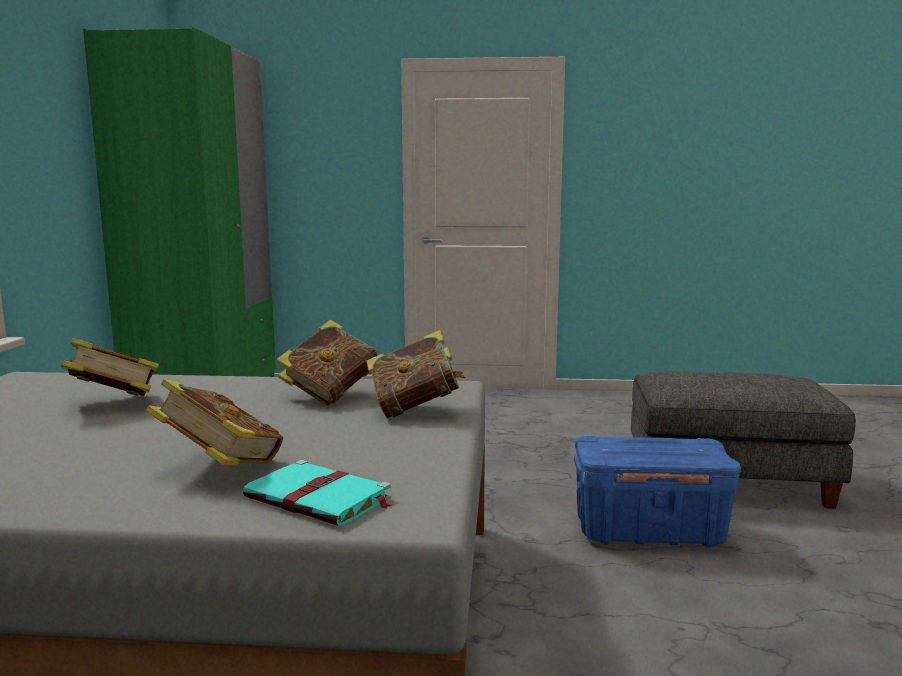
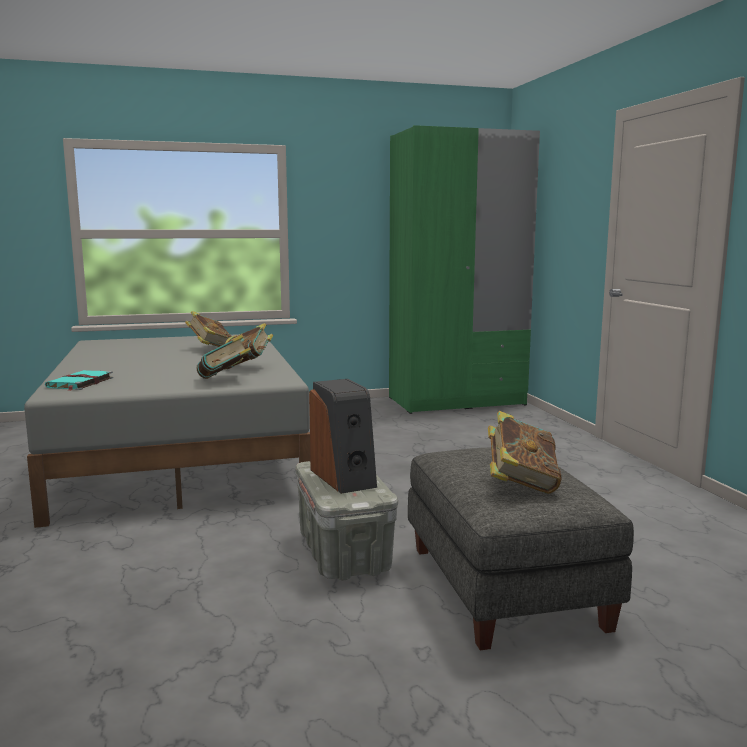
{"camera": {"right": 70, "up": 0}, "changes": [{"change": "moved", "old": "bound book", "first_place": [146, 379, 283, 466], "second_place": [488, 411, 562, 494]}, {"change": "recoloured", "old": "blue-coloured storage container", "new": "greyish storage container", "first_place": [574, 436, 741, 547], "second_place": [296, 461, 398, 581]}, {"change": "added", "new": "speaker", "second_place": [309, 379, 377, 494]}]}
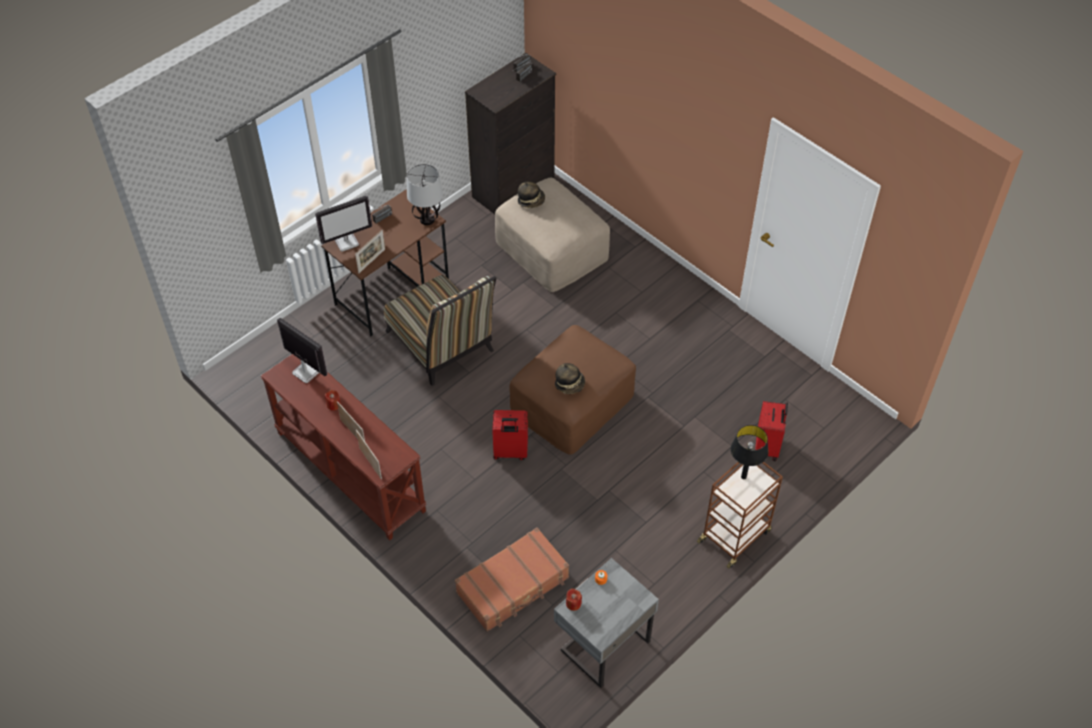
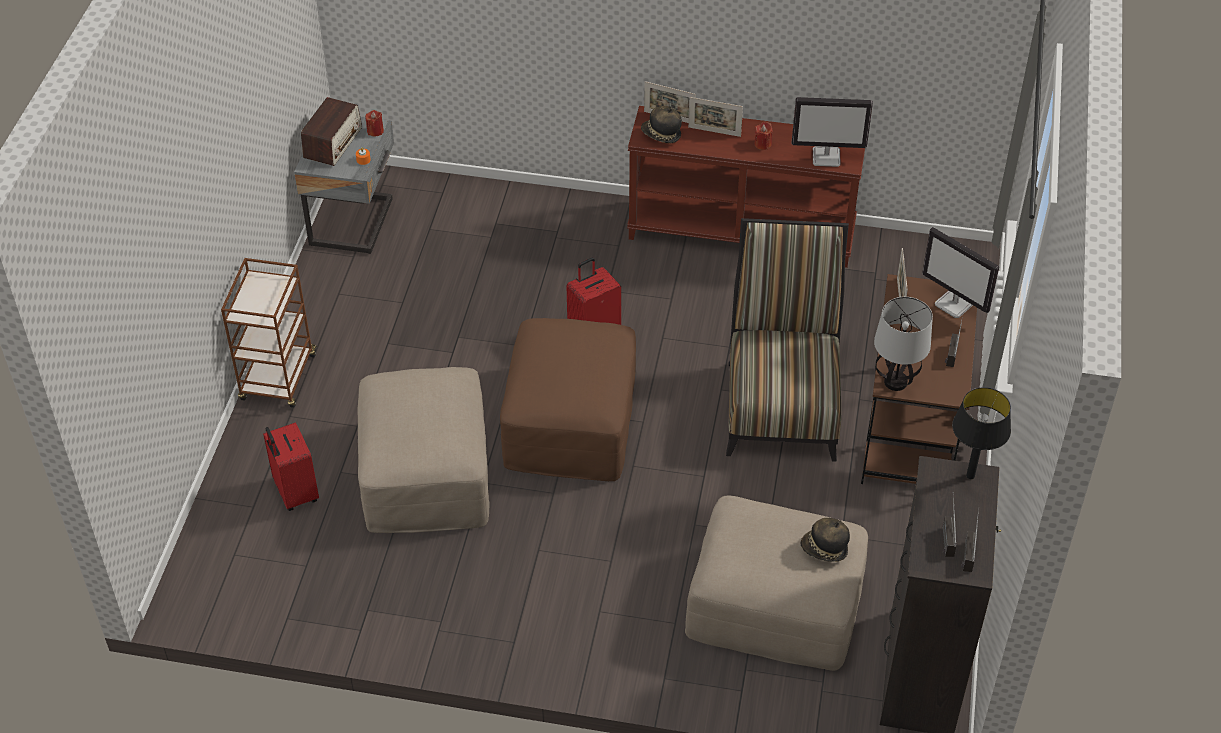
{"camera": {"right": 145, "up": -5}, "changes": [{"change": "turned", "old": "monitor", "first_place": [315, 196, 372, 252], "second_place": [922, 227, 999, 318], "degrees": -75}, {"change": "turned", "old": "plain chair", "first_place": [384, 275, 497, 386], "second_place": [726, 218, 849, 462], "degrees": 75}, {"change": "moved", "old": "hat", "first_place": [555, 363, 585, 394], "second_place": [641, 106, 682, 143]}, {"change": "moved", "old": "blackish lamp for a table", "first_place": [731, 425, 769, 479], "second_place": [952, 387, 1011, 479]}, {"change": "removed", "old": "brownish suitcase", "first_place": [455, 527, 569, 632]}, {"change": "added", "new": "radio", "second_place": [301, 97, 362, 166]}, {"change": "added", "new": "sand-coloured ottoman", "second_place": [357, 367, 489, 533]}]}
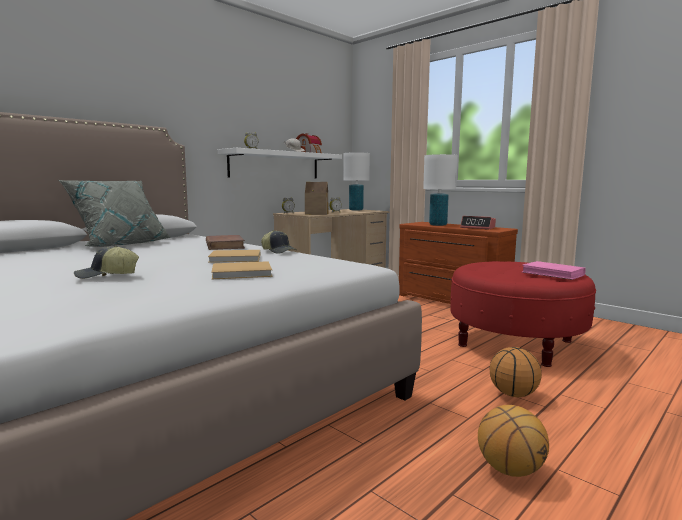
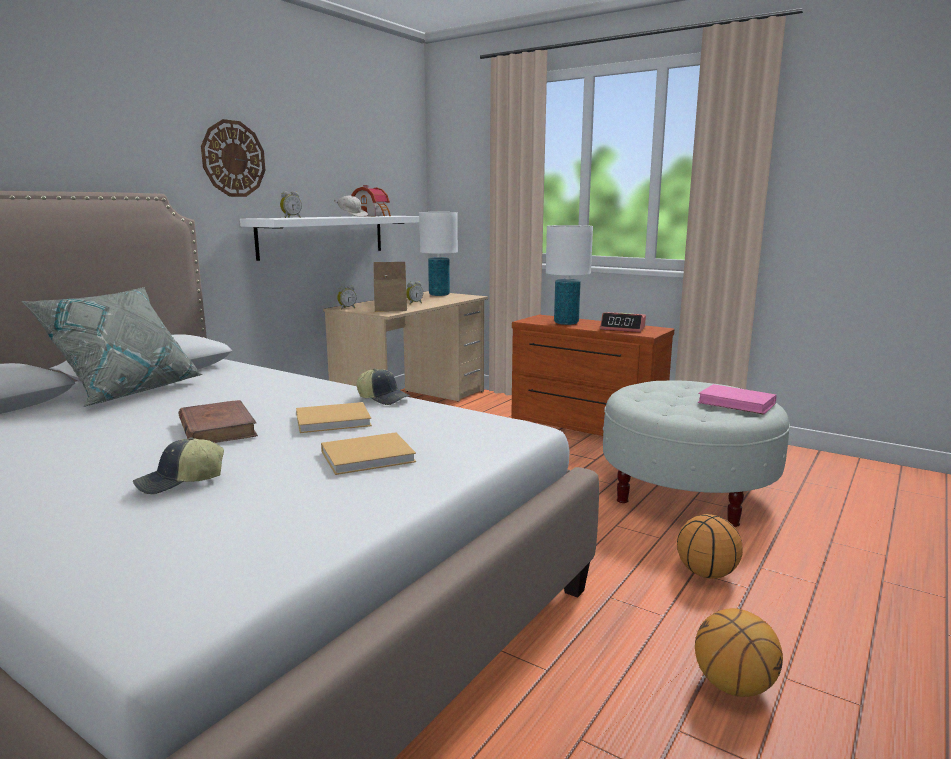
{"camera": {"right": -10, "up": 5}, "changes": [{"change": "moved", "old": "brownish bound book", "first_place": [206, 235, 245, 250], "second_place": [179, 400, 258, 443]}, {"change": "recoloured", "old": "red ottoman", "new": "white-coloured ottoman", "first_place": [450, 261, 596, 367], "second_place": [603, 381, 790, 527]}, {"change": "added", "new": "wall clock", "second_place": [201, 119, 265, 197]}]}
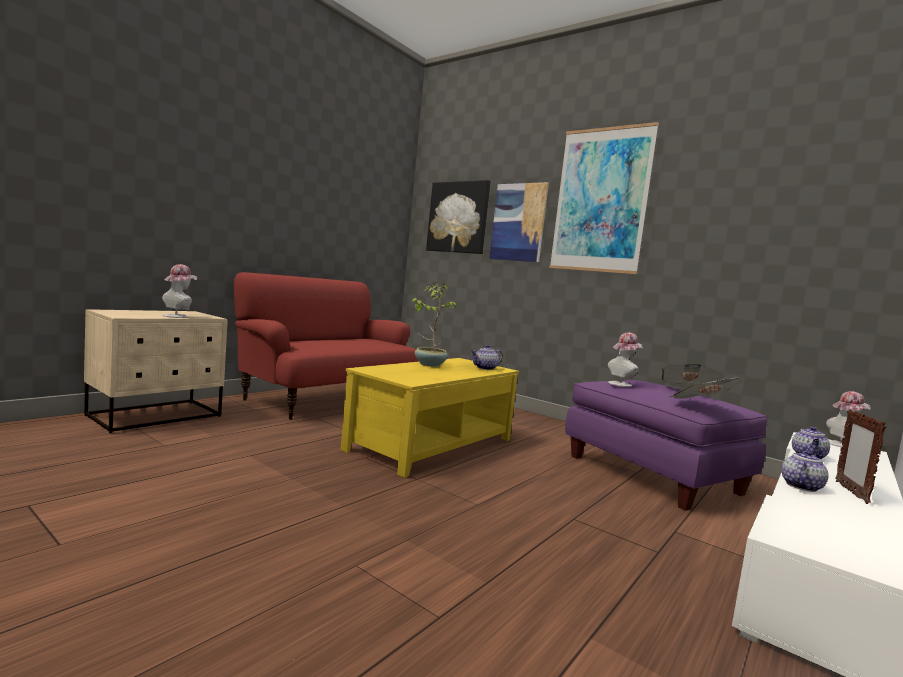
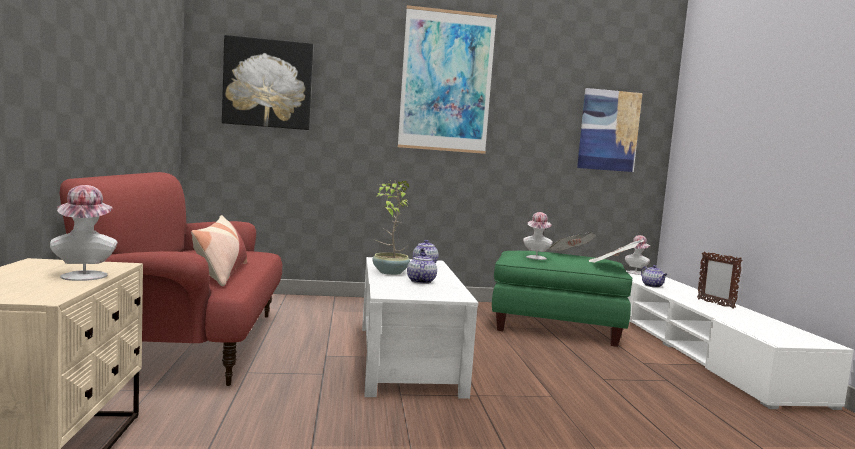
{"camera": {"right": -45, "up": 0}, "changes": [{"change": "moved", "old": "wall art", "first_place": [489, 182, 549, 262], "second_place": [577, 88, 642, 172]}, {"change": "recoloured", "old": "yellowish low table", "new": "white-coloured low table", "first_place": [341, 358, 519, 478], "second_place": [362, 257, 478, 399]}, {"change": "recoloured", "old": "purple ottoman", "new": "greenish ottoman", "first_place": [565, 380, 767, 511], "second_place": [492, 251, 632, 347]}, {"change": "moved", "old": "tea pot", "first_place": [781, 450, 829, 492], "second_place": [407, 253, 437, 284]}, {"change": "added", "new": "pillow", "second_place": [191, 215, 247, 286]}]}
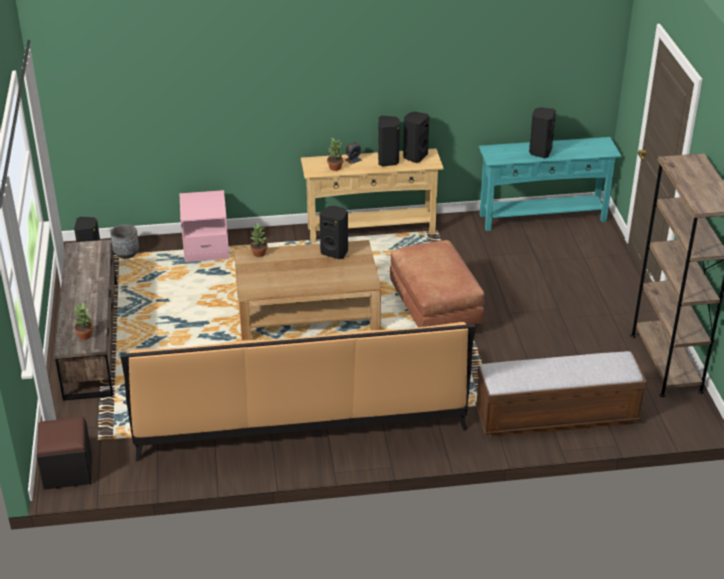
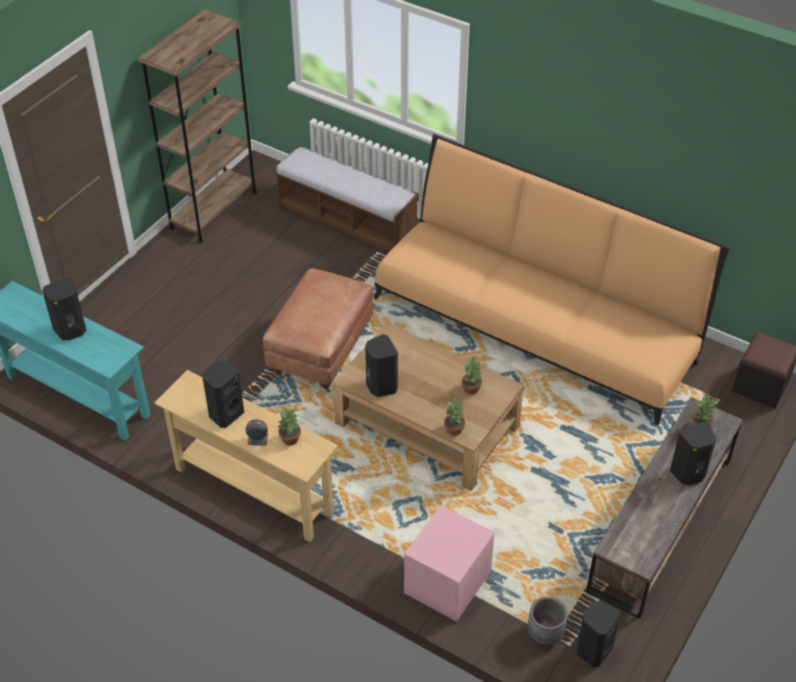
{"camera": {"right": -140, "up": 10}, "changes": [{"change": "moved", "old": "blackish speaker", "first_place": [403, 111, 429, 163], "second_place": [670, 422, 716, 485]}, {"change": "added", "new": "houseplant", "second_place": [461, 357, 483, 395]}]}
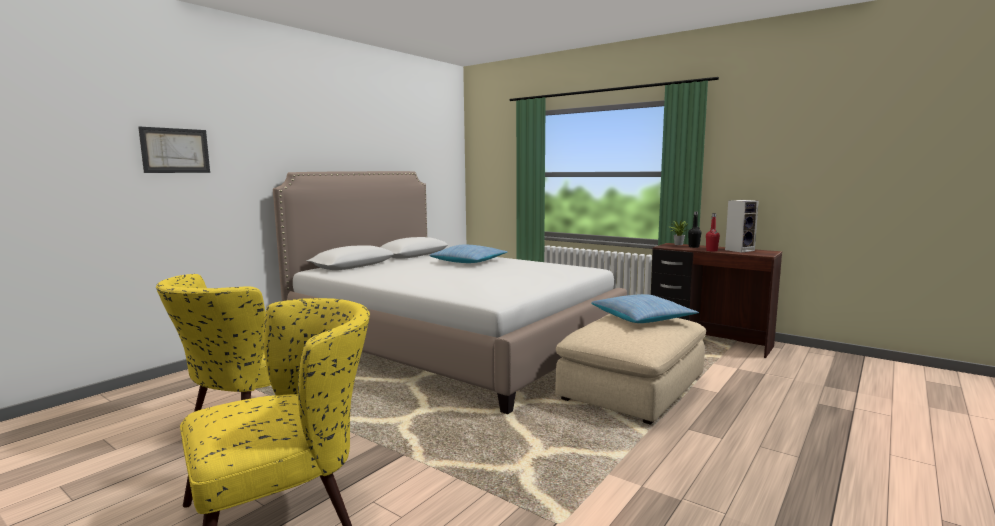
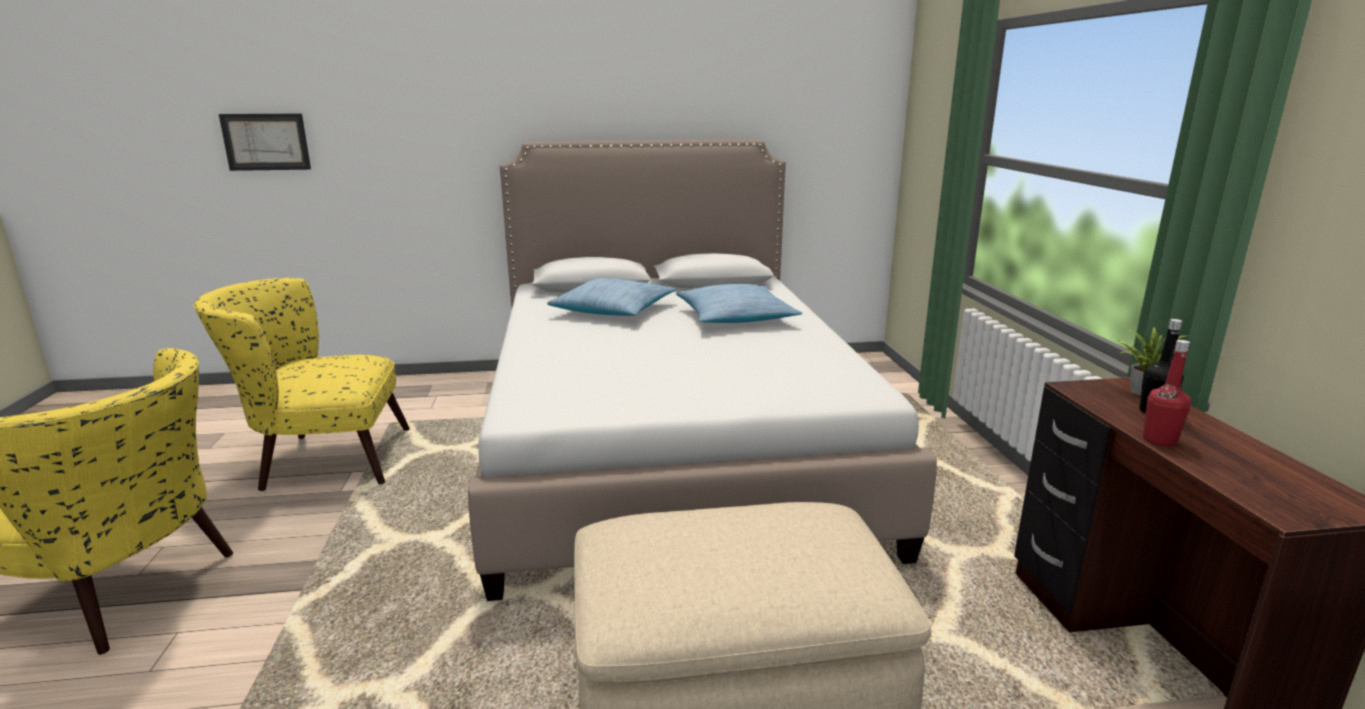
{"camera": {"right": 45, "up": 10}, "changes": [{"change": "moved", "old": "wall art", "first_place": [138, 127, 210, 173], "second_place": [219, 114, 311, 171]}, {"change": "removed", "old": "speaker", "first_place": [725, 200, 759, 253]}, {"change": "moved", "old": "pillow", "first_place": [591, 294, 699, 323], "second_place": [547, 278, 676, 316]}]}
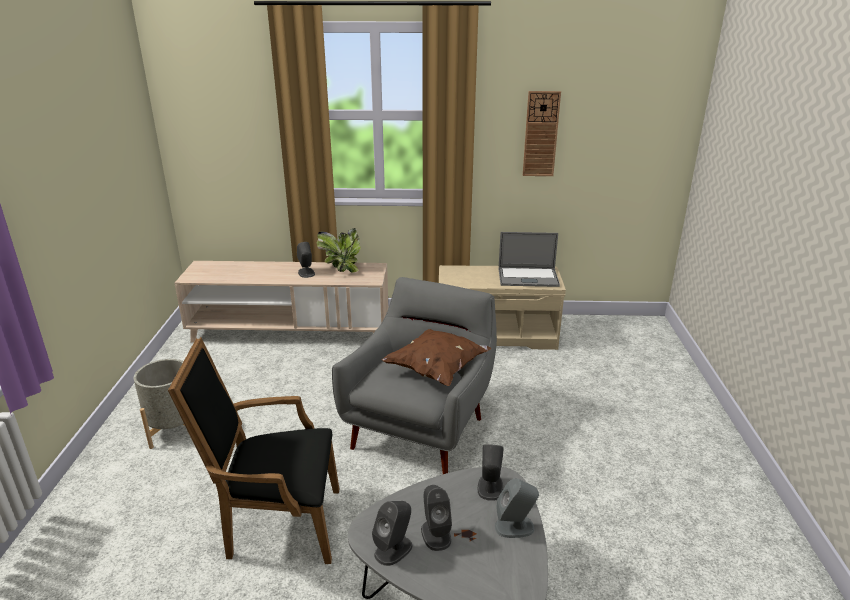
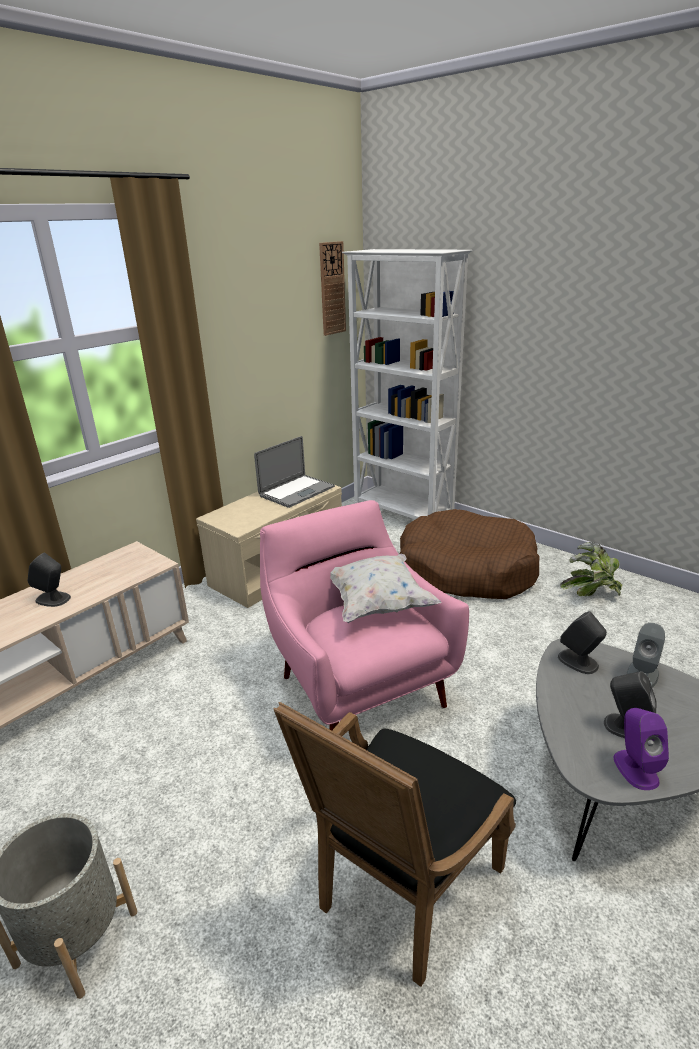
{"camera": {"right": -50, "up": 0}, "changes": [{"change": "moved", "old": "wall clock", "first_place": [523, 91, 561, 176], "second_place": [319, 241, 346, 336]}, {"change": "moved", "old": "houseplant", "first_place": [316, 228, 360, 273], "second_place": [560, 542, 623, 596]}, {"change": "recoloured", "old": "greyish lounge chair", "new": "pinkish lounge chair", "first_place": [332, 277, 497, 474], "second_place": [260, 500, 469, 731]}, {"change": "recoloured", "old": "brownish pillow", "new": "white-coloured pillow", "first_place": [381, 329, 491, 386], "second_place": [330, 553, 442, 623]}, {"change": "recoloured", "old": "greyish speaker", "new": "purple speaker", "first_place": [372, 501, 412, 566], "second_place": [614, 708, 669, 790]}, {"change": "added", "new": "white-coloured shelving unit", "second_place": [342, 249, 472, 519]}, {"change": "added", "new": "brownish dog cushion", "second_place": [400, 509, 539, 599]}]}
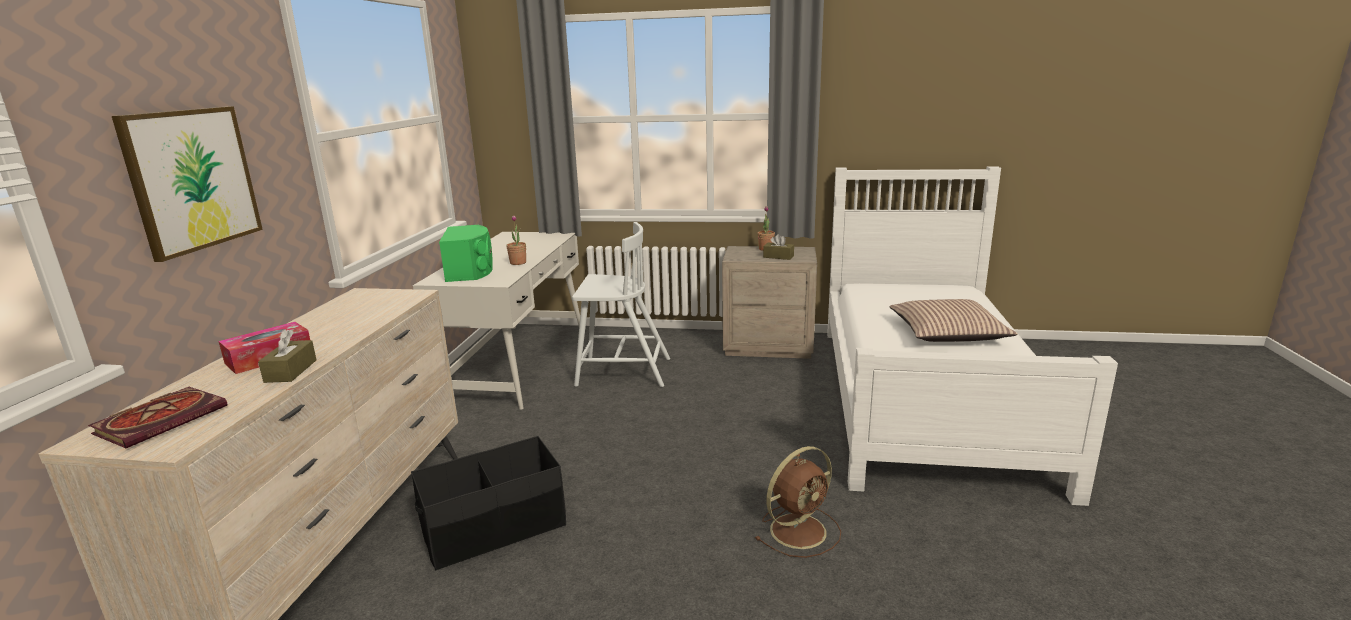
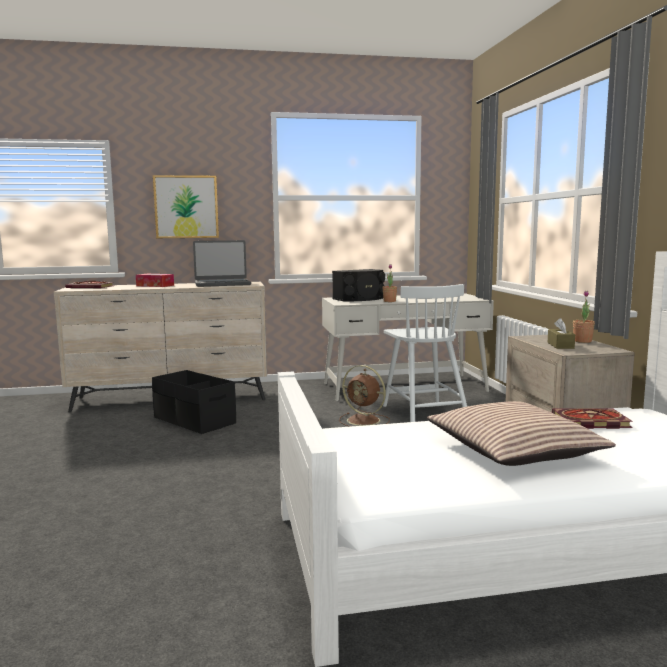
{"camera": {"right": 70, "up": -10}, "changes": [{"change": "recoloured", "old": "greenish speaker", "new": "blackish speaker", "first_place": [439, 225, 493, 282], "second_place": [332, 269, 385, 301]}, {"change": "removed", "old": "brownish tissue box", "first_place": [258, 329, 316, 383]}, {"change": "moved", "old": "brownish cooling fan", "first_place": [755, 446, 841, 558], "second_place": [339, 365, 390, 427]}, {"change": "added", "new": "notebook computer", "second_place": [193, 240, 251, 287]}, {"change": "added", "new": "bound book", "second_place": [552, 408, 633, 429]}]}
